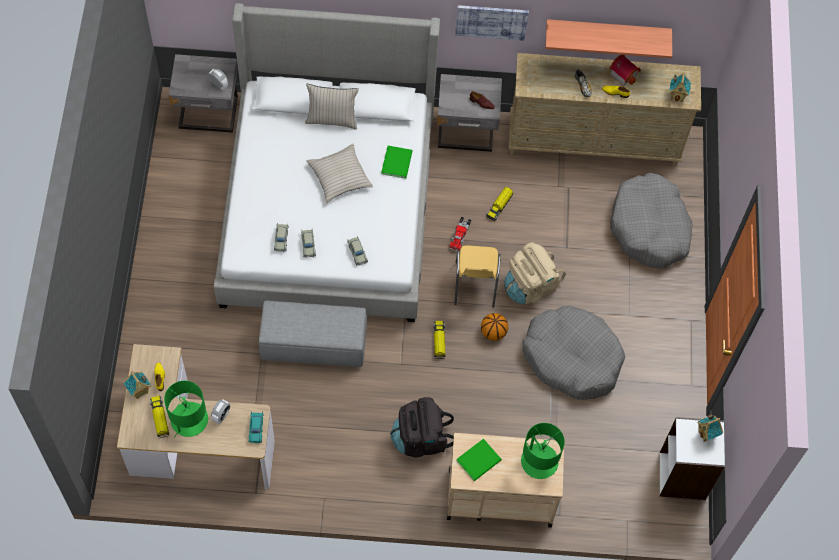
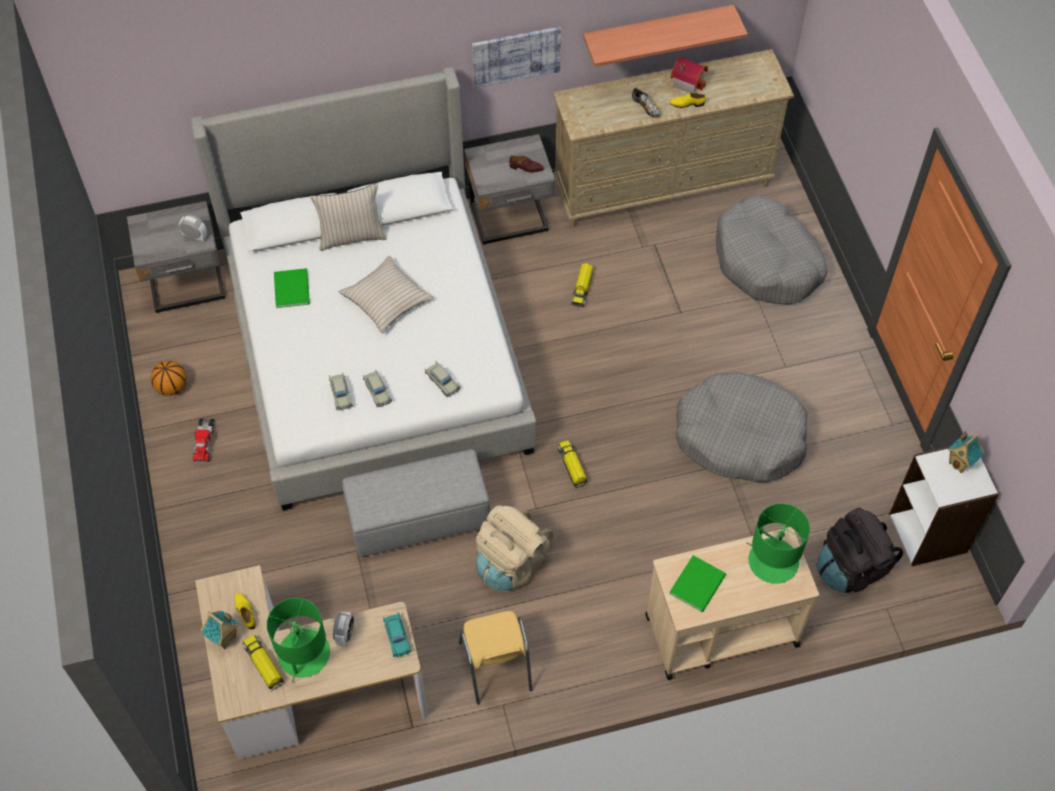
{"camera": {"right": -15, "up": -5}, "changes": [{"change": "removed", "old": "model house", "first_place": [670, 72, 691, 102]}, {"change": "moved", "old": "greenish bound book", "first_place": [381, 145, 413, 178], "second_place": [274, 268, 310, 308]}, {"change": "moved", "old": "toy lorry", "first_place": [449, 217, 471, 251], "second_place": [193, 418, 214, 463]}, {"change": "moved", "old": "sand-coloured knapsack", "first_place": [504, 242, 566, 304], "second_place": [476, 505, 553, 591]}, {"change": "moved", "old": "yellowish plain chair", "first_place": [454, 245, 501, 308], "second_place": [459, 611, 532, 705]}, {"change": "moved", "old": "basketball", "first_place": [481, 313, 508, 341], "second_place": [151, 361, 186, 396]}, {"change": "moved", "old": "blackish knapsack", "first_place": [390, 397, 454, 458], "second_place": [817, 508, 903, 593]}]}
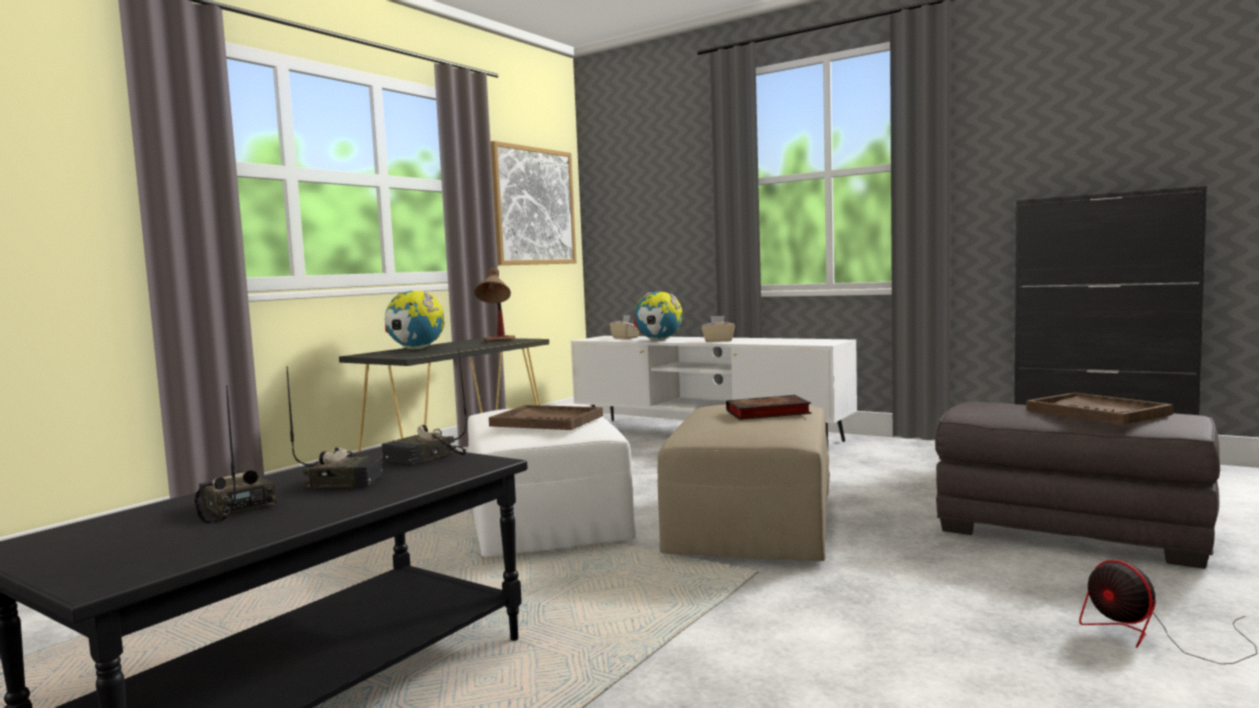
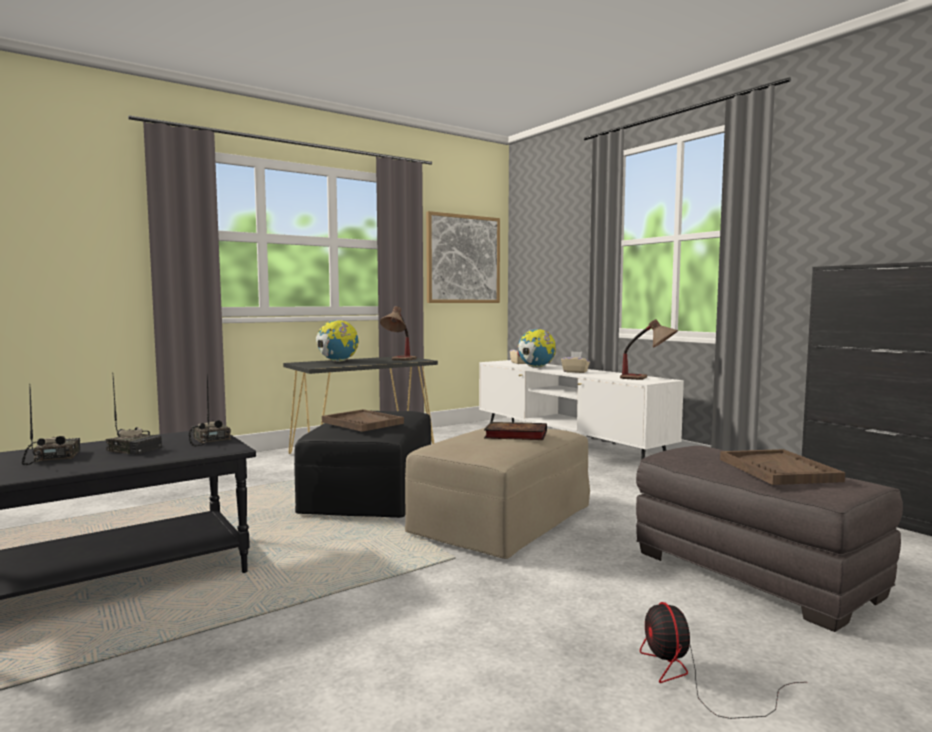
{"camera": {"right": 20, "up": 0}, "changes": [{"change": "turned", "old": "radio", "first_place": [382, 349, 467, 465], "second_place": [189, 374, 231, 446], "degrees": 90}, {"change": "recoloured", "old": "white-coloured ottoman", "new": "blackish ottoman", "first_place": [468, 404, 636, 557], "second_place": [294, 411, 431, 518]}, {"change": "added", "new": "lamp for a table", "second_place": [620, 319, 678, 380]}]}
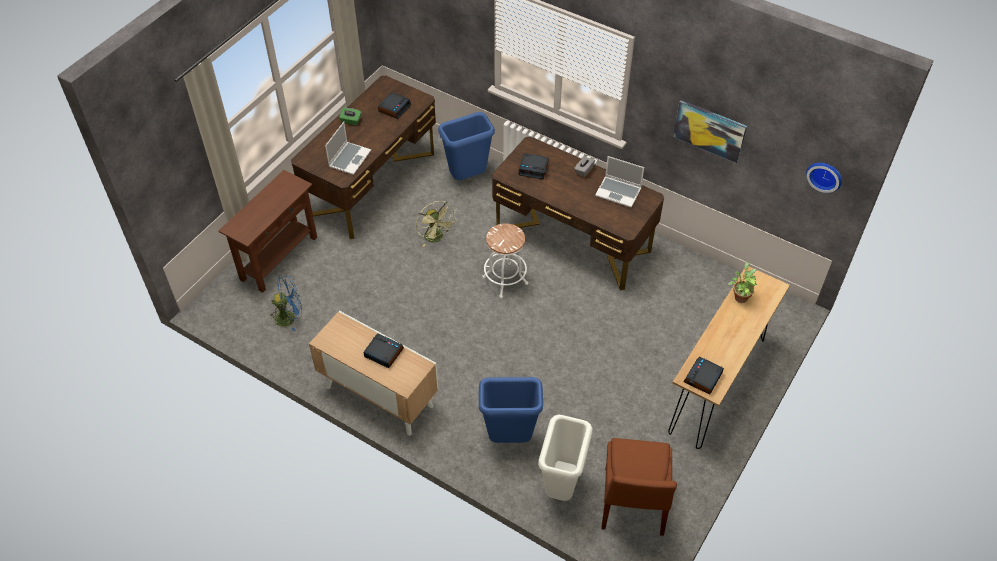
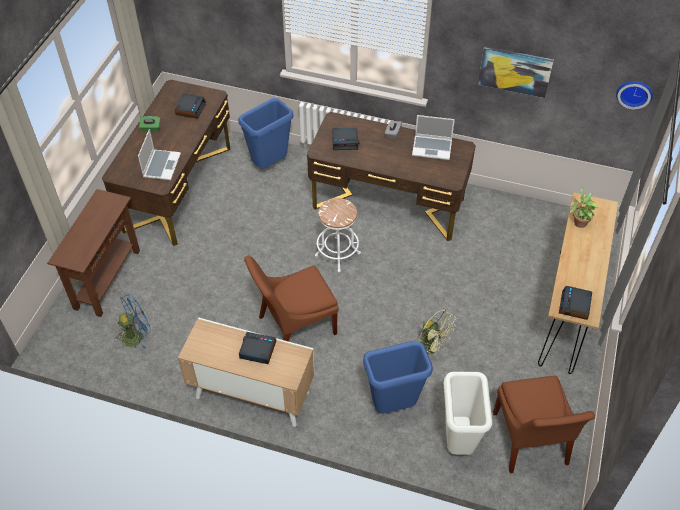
{"camera": {"right": -15, "up": 0}, "changes": [{"change": "moved", "old": "greenish cooling fan", "first_place": [416, 201, 457, 247], "second_place": [418, 309, 457, 356]}, {"change": "added", "new": "brownish plain chair", "second_place": [244, 256, 338, 342]}]}
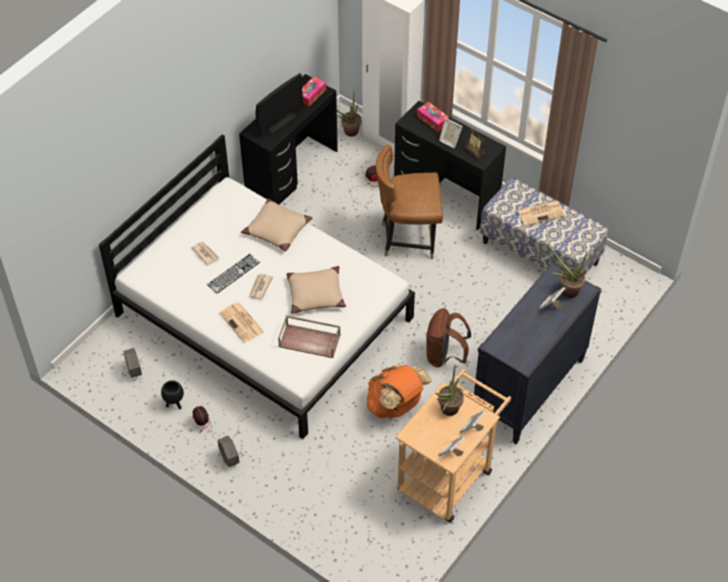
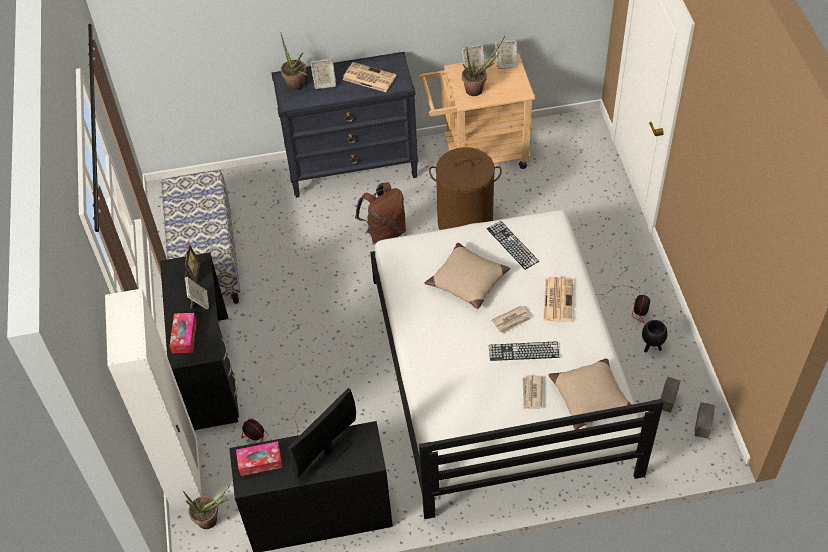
{"camera": {"right": -135, "up": 0}, "changes": [{"change": "turned", "old": "monitor", "first_place": [255, 73, 303, 135], "second_place": [288, 388, 356, 478], "degrees": -45}, {"change": "removed", "old": "brownish plain chair", "first_place": [376, 144, 443, 259]}, {"change": "moved", "old": "sand-coloured pillow", "first_place": [241, 198, 312, 251], "second_place": [549, 358, 632, 430]}, {"change": "moved", "old": "newspaper", "first_place": [517, 201, 565, 226], "second_place": [342, 62, 396, 92]}, {"change": "replaced", "old": "brownish serving tray", "new": "keyboard", "first_place": [278, 315, 341, 358], "second_place": [487, 221, 539, 270]}, {"change": "replaced", "old": "orange-coloured knapsack", "new": "brownish washing basket", "first_place": [366, 365, 432, 418], "second_place": [429, 147, 502, 230]}, {"change": "moved", "old": "greyish plant pot", "first_place": [217, 436, 240, 467], "second_place": [695, 402, 714, 439]}]}
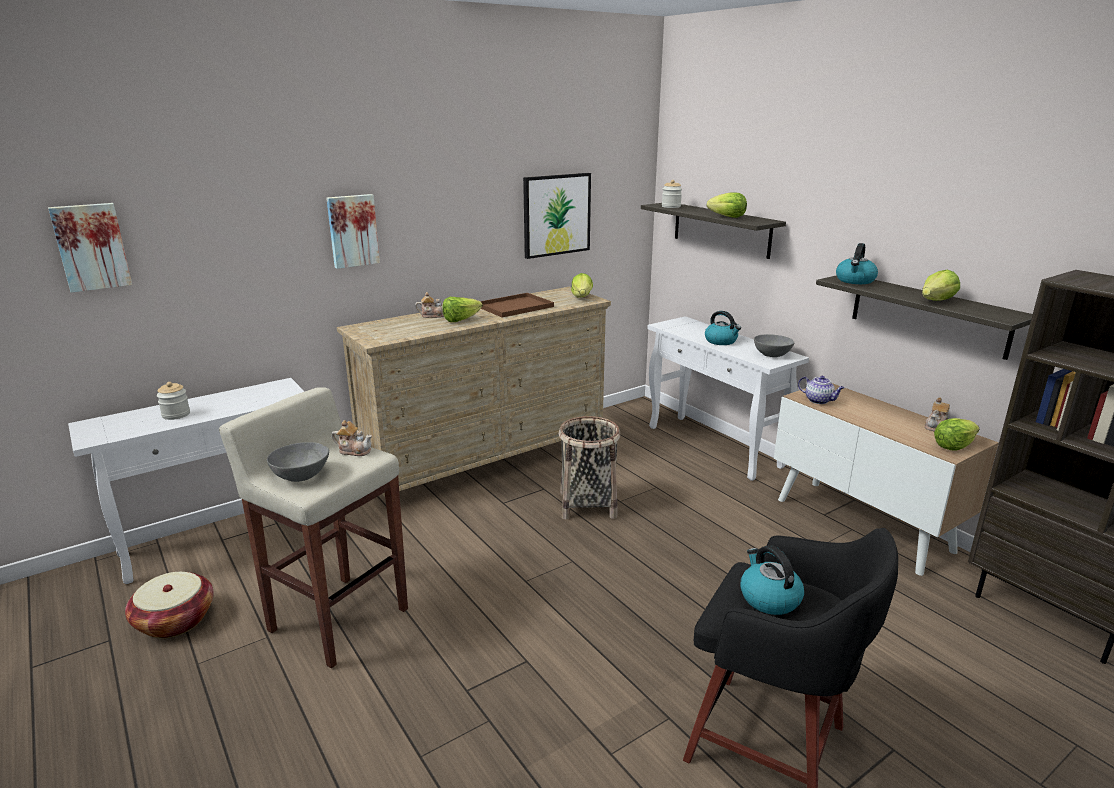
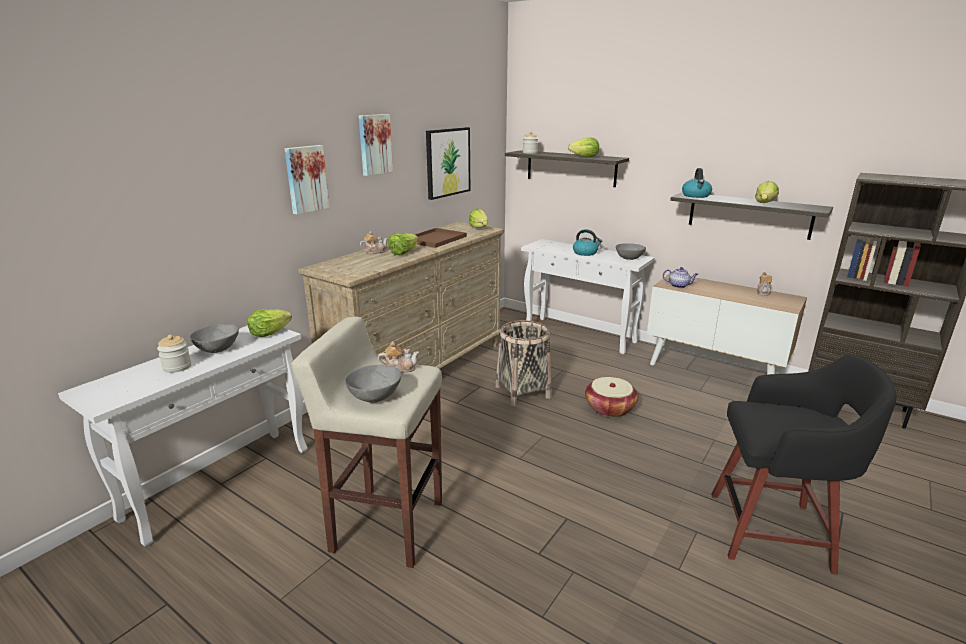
{"camera": {"right": -20, "up": 0}, "changes": [{"change": "moved", "old": "wall art", "first_place": [48, 203, 132, 293], "second_place": [359, 114, 393, 176]}, {"change": "moved", "old": "head of lettuce", "first_place": [934, 418, 980, 451], "second_place": [248, 309, 292, 337]}, {"change": "removed", "old": "kettle", "first_place": [740, 545, 804, 615]}, {"change": "moved", "old": "storage basket", "first_place": [125, 572, 214, 638], "second_place": [585, 377, 638, 417]}, {"change": "added", "new": "greyish deep dish", "second_place": [190, 324, 239, 353]}]}
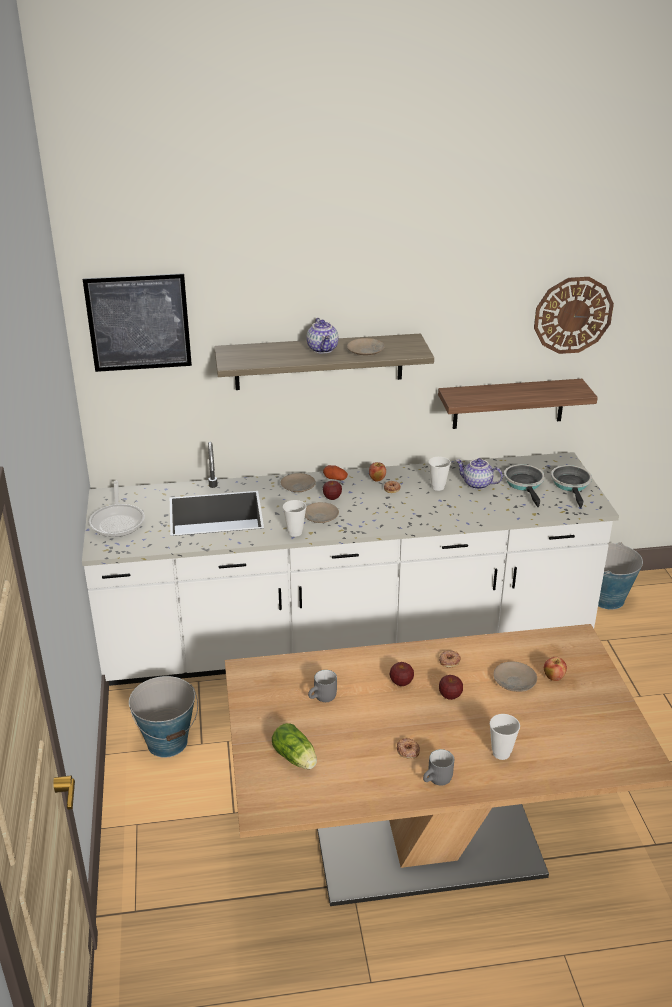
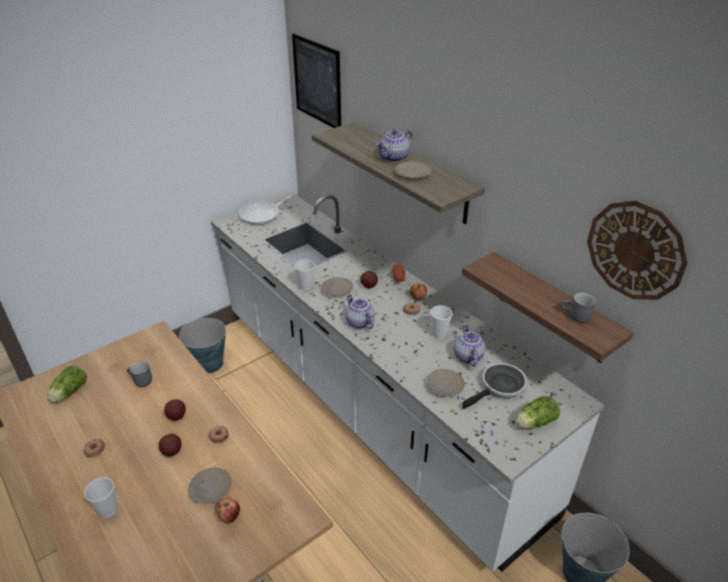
{"camera": {"right": 60, "up": 5}, "changes": [{"change": "replaced", "old": "frying pan", "new": "head of lettuce", "first_place": [551, 465, 592, 508], "second_place": [515, 396, 560, 429]}, {"change": "moved", "old": "sand-coloured dinner plate", "first_place": [281, 473, 316, 492], "second_place": [427, 369, 465, 397]}, {"change": "moved", "old": "greyish mug", "first_place": [423, 749, 454, 786], "second_place": [562, 293, 596, 323]}, {"change": "added", "new": "tea pot", "second_place": [345, 293, 374, 329]}]}
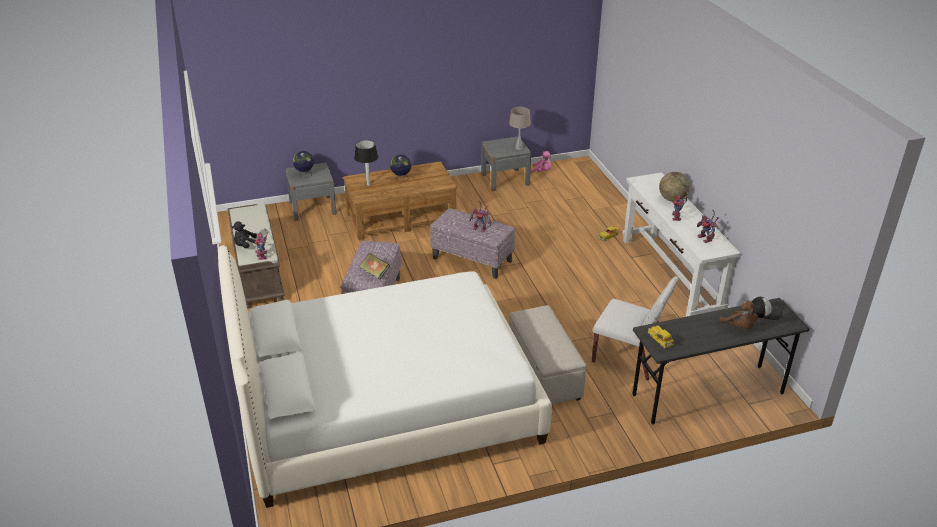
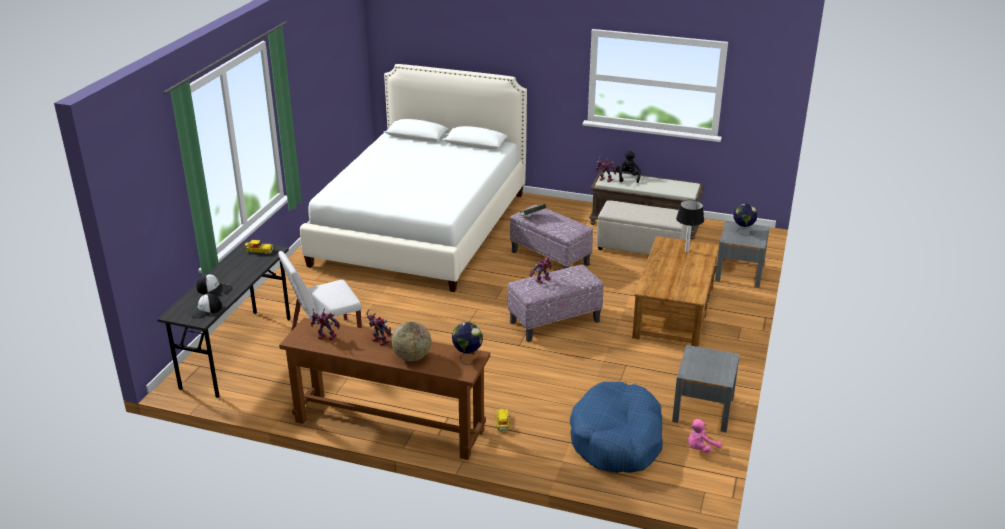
{"camera": {"right": 125, "up": -5}, "changes": [{"change": "removed", "old": "sand-coloured lamp for a table", "first_place": [509, 107, 531, 150]}, {"change": "moved", "old": "world globe", "first_place": [390, 155, 411, 182], "second_place": [452, 322, 483, 365]}, {"change": "recoloured", "old": "white-coloured narrow table", "new": "brownish narrow table", "first_place": [623, 172, 741, 317], "second_place": [279, 318, 490, 460]}, {"change": "replaced", "old": "brownish plush toy", "new": "cap", "first_place": [719, 301, 758, 329], "second_place": [197, 274, 230, 296]}, {"change": "moved", "old": "sand-coloured ottoman", "first_place": [509, 305, 587, 404], "second_place": [596, 200, 687, 255]}, {"change": "added", "new": "blue-coloured dog cushion", "second_place": [570, 382, 663, 473]}]}
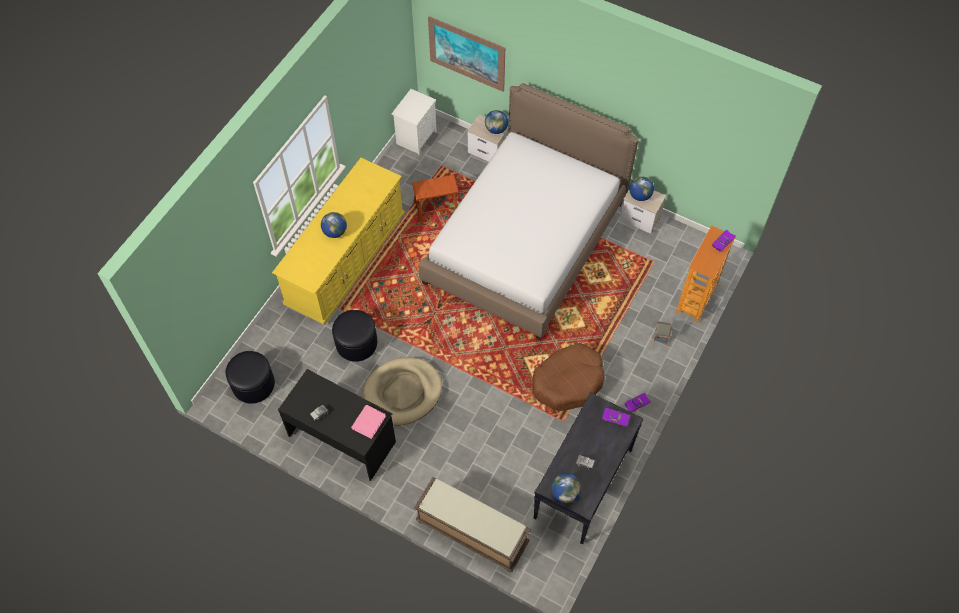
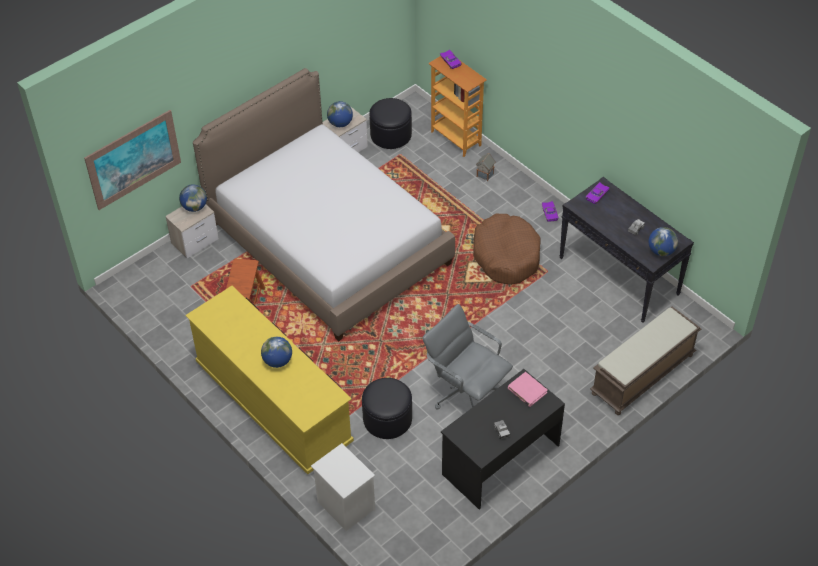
{"camera": {"right": -70, "up": -10}, "changes": [{"change": "moved", "old": "white-coloured nightstand", "first_place": [392, 89, 436, 155], "second_place": [311, 443, 375, 531]}, {"change": "moved", "old": "blackish ottoman", "first_place": [226, 351, 275, 404], "second_place": [369, 98, 412, 149]}, {"change": "replaced", "old": "sand-coloured dog cushion", "new": "greyish office chair", "first_place": [363, 357, 442, 425], "second_place": [423, 304, 513, 410]}]}
